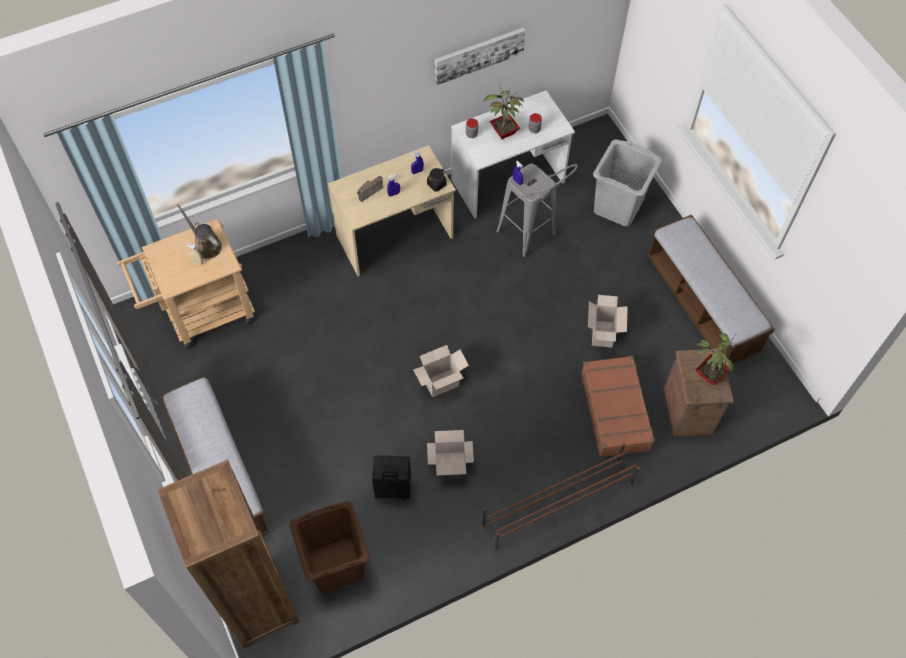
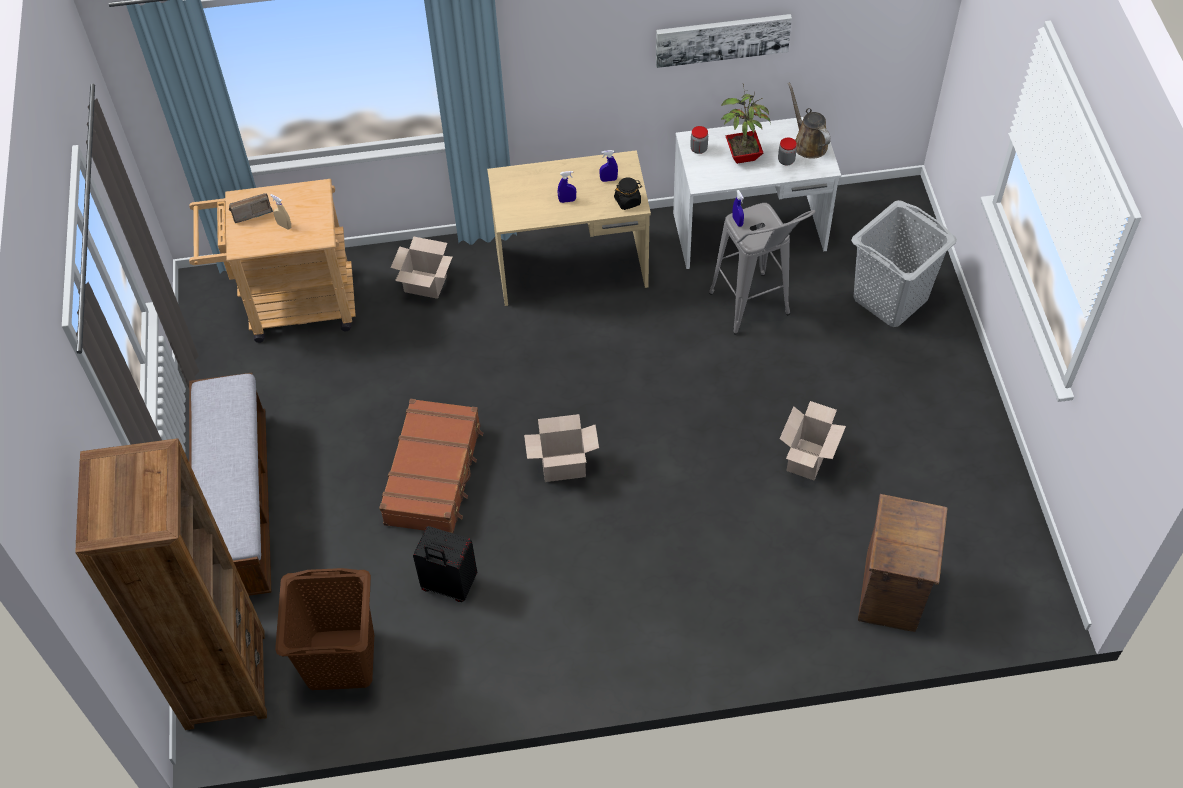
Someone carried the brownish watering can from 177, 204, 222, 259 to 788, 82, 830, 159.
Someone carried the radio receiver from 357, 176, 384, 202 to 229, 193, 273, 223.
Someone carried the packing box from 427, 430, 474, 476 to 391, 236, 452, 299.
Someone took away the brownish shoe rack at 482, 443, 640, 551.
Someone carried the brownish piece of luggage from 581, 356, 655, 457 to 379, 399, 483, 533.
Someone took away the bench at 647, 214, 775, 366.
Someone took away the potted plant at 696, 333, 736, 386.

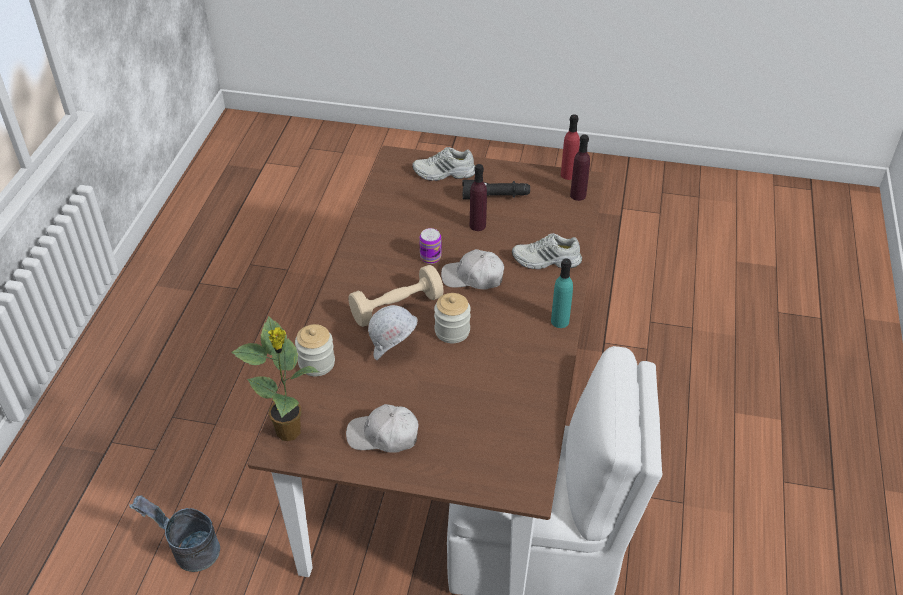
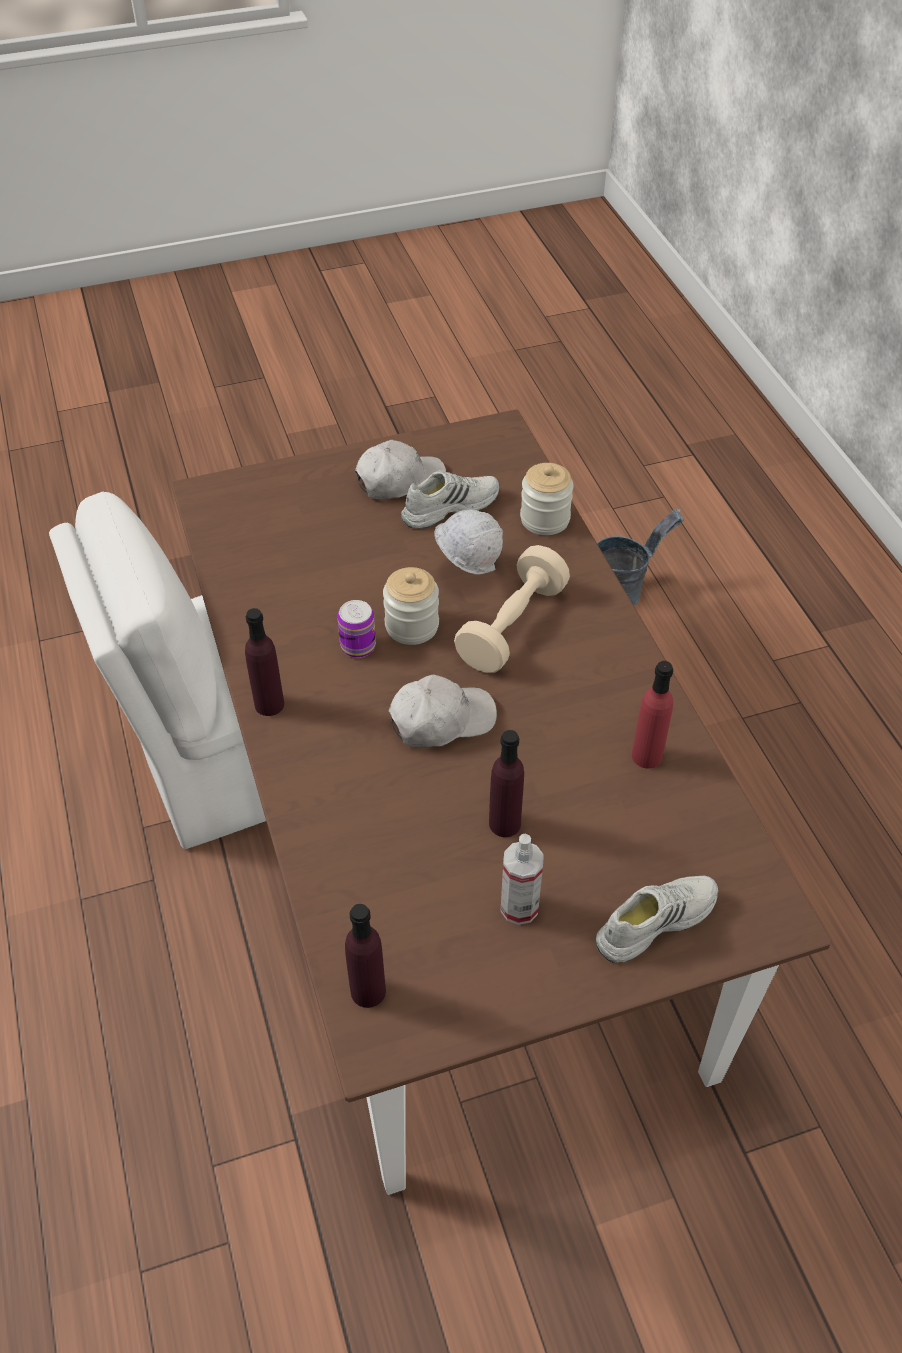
Someone took away the potted plant at 231, 316, 319, 441.
Someone carried the can from 419, 228, 442, 264 to 337, 600, 376, 658.
Someone swapped the black-coloured torch at 462, 180, 530, 199 for the spray bottle at 500, 833, 544, 925.
Someone carried the white-coloured low shoe from 512, 233, 582, 269 to 401, 471, 499, 529.
Someone repainted the turquoise beverage bottle at 551, 258, 573, 328, which became the purple-coloured beverage bottle at 245, 608, 284, 716.
Someone carried the red beverage bottle from 561, 114, 580, 180 to 632, 661, 673, 769.

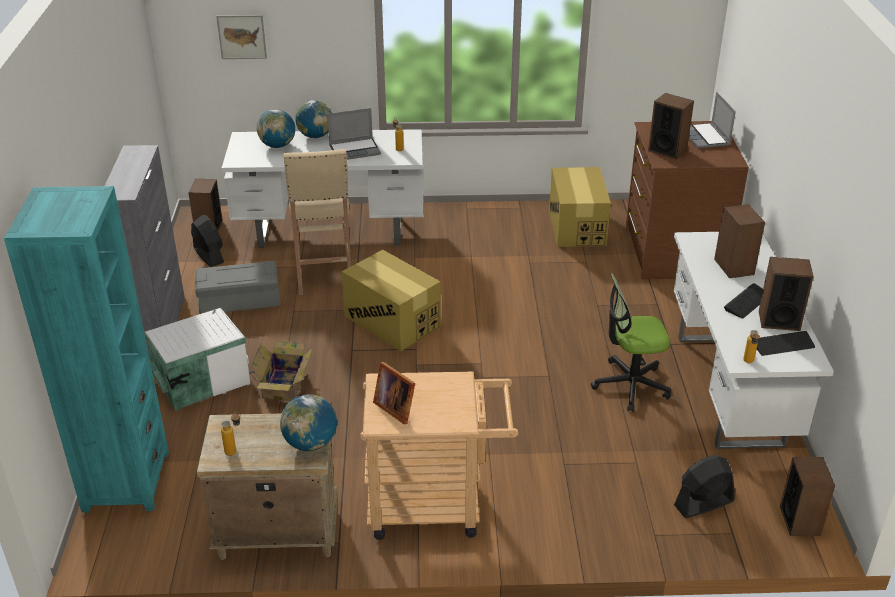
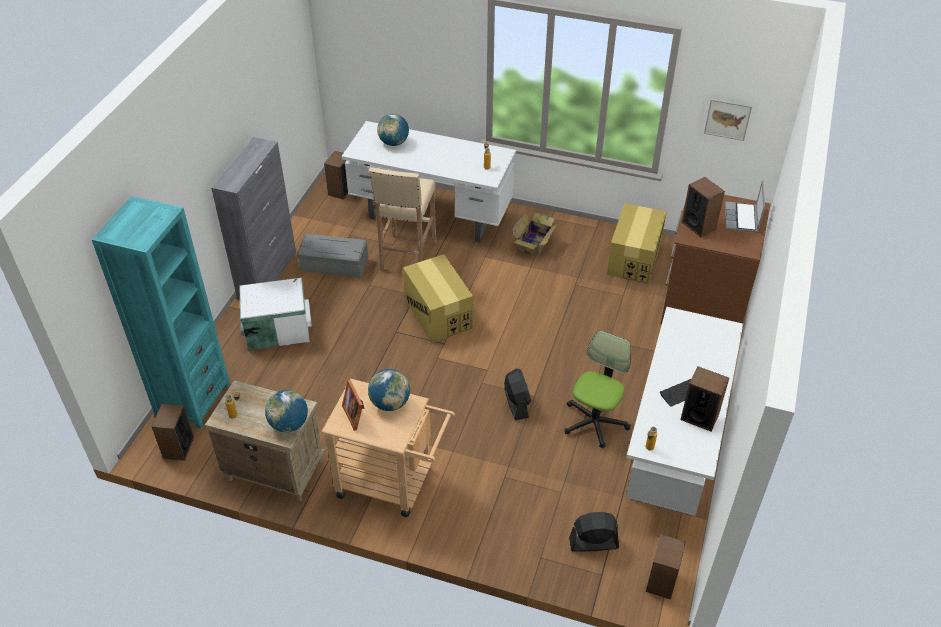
Someone carried the black-coloured electric fan from 191, 215, 224, 267 to 504, 368, 531, 420.
Someone carried the picture from 216, 15, 267, 59 to 704, 99, 752, 141.
Someone carried the packing box from 250, 341, 313, 401 to 512, 212, 559, 257.
Someone carried the world globe from 295, 100, 332, 138 to 368, 369, 410, 411.
Someone took away the notebook computer at 327, 108, 381, 160.
Someone rotated the computer chair at 591, 273, 671, 412 by 105 degrees clockwise.
Someone carried the speaker from 714, 204, 765, 278 to 151, 404, 194, 461.
Someone took away the keyboard at 757, 331, 815, 356.

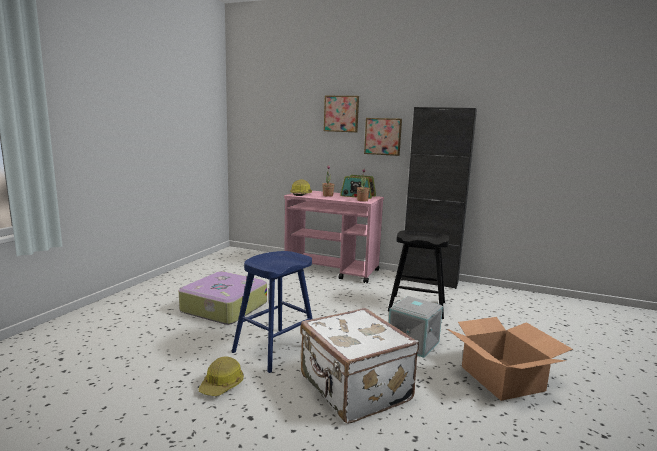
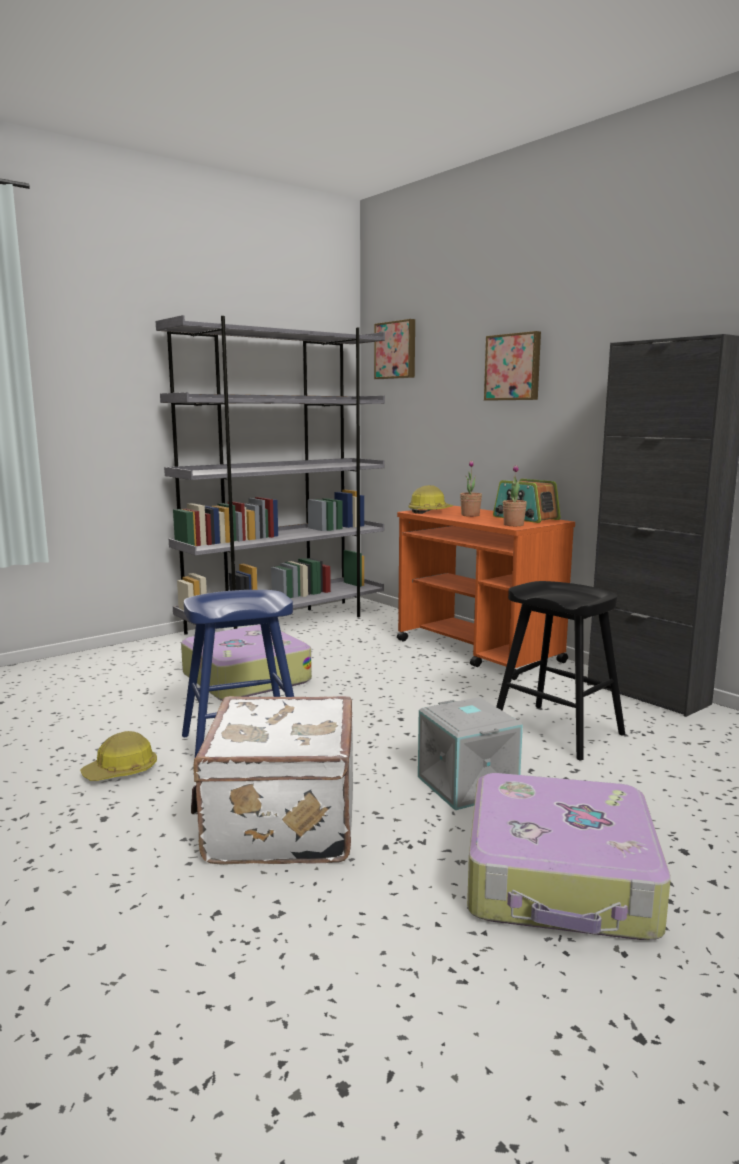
Someone repainted the pink wheeled cart at 284, 191, 384, 283, which became the orangey wheeled cart at 397, 506, 575, 680.
Someone carried the picture from 364, 118, 402, 156 to 374, 319, 415, 379.
Someone swapped the packing box at 447, 317, 573, 401 for the piece of luggage at 467, 773, 671, 940.
Someone put down the gray bookcase at 156, 315, 385, 635.

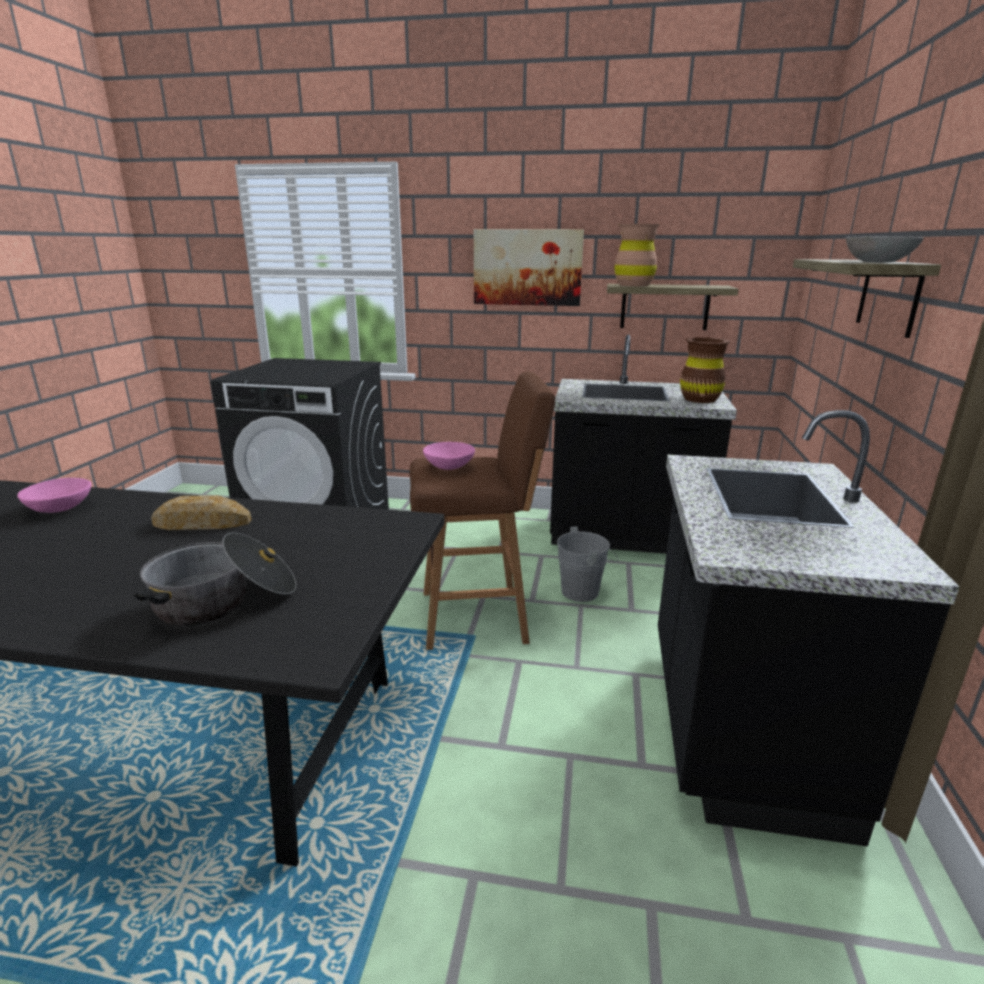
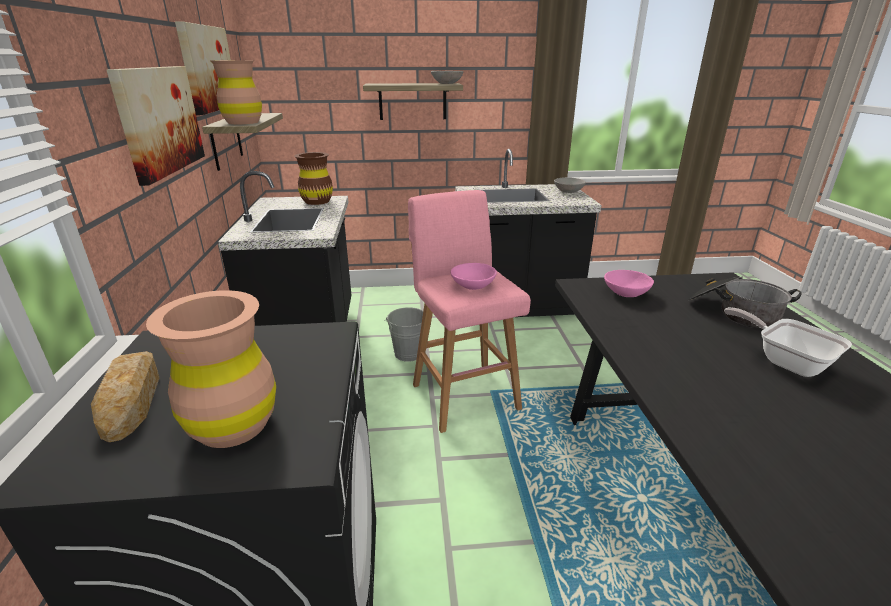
Someone carried the pink serving bowl from 17, 478, 92, 513 to 604, 270, 654, 297.
Someone carried the baked bread from 151, 495, 251, 530 to 91, 351, 159, 442.
Someone repainted the brownish sitting stool at 410, 372, 555, 650, which became the pink sitting stool at 408, 190, 531, 433.
Someone put down the brownish decorative vase at 146, 290, 276, 448.
Someone put up the picture at 175, 21, 231, 115.
Someone put down the gray serving bowl at 554, 177, 586, 193.
Someone put down the skillet at 724, 307, 852, 377.

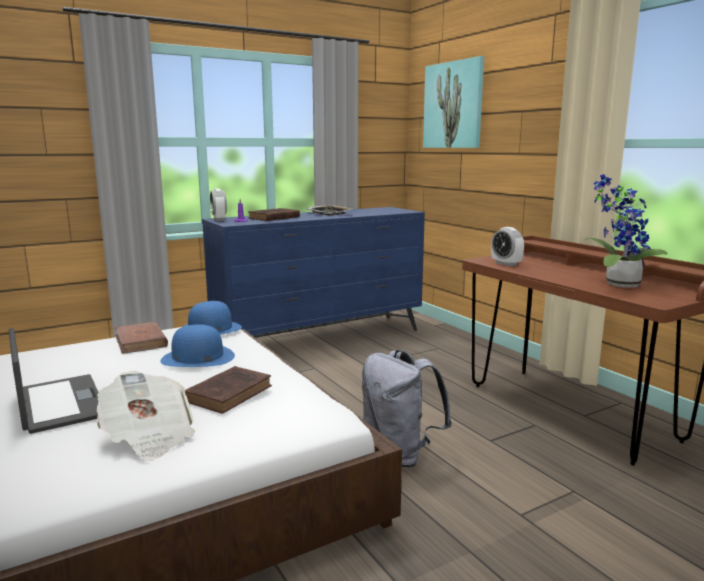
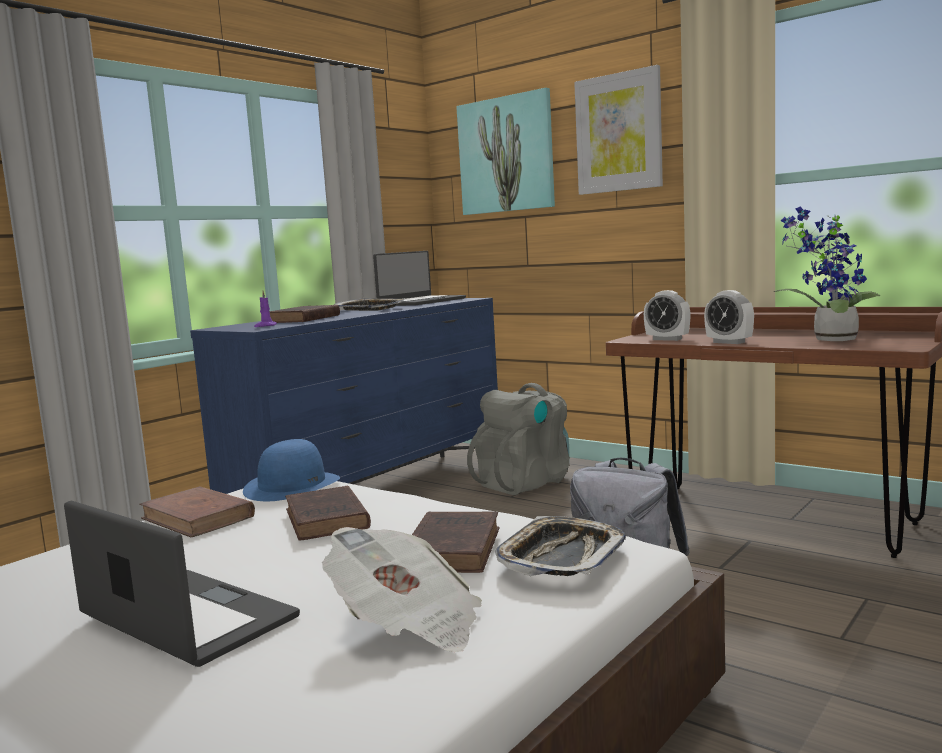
Someone swapped the blue-coloured wearable hat at 160, 325, 235, 367 for the brownish bound book at 285, 486, 371, 541.
Someone carried the alarm clock from 210, 188, 227, 221 to 704, 290, 754, 344.
Someone put down the notebook computer at 373, 251, 466, 306.
Someone put down the gray rucksack at 467, 383, 569, 495.
Someone put down the carrying tray at 495, 516, 626, 576.
Someone put up the picture at 574, 65, 663, 195.

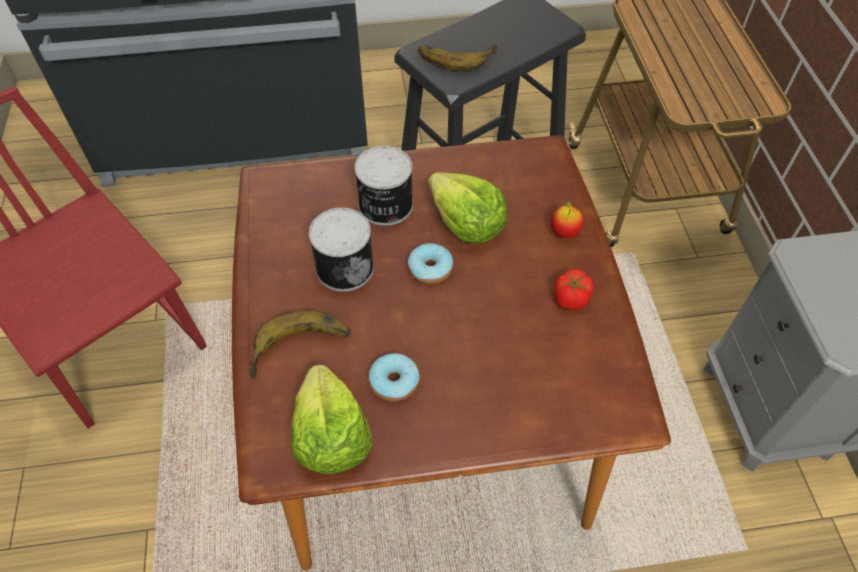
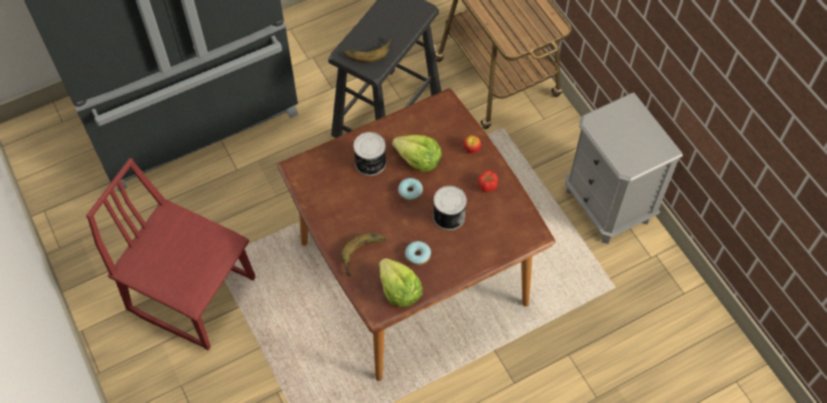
Someone carried the can from 309, 208, 374, 292 to 433, 186, 467, 230.

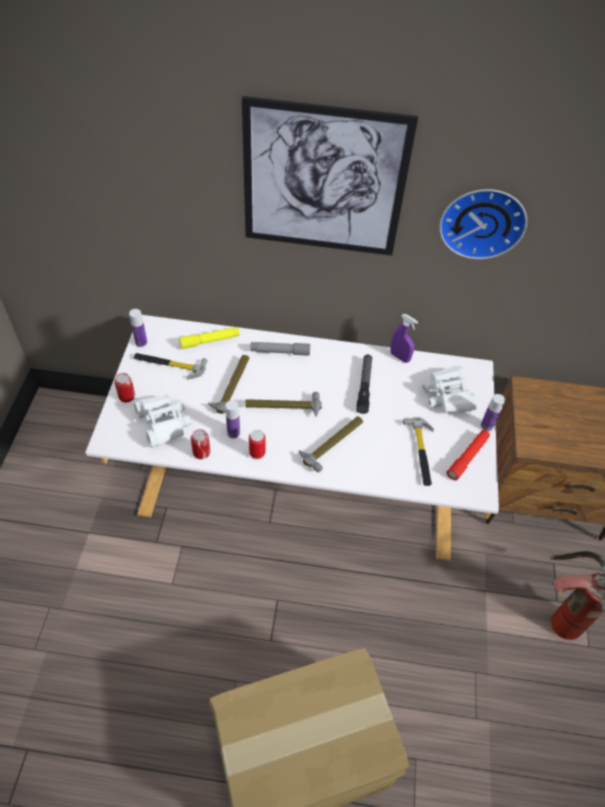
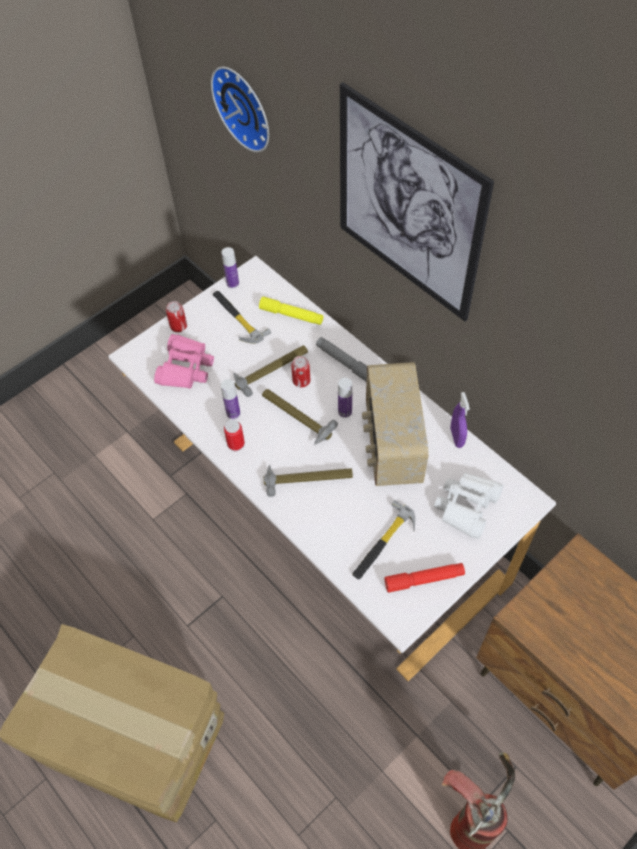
Someone repainted the white-coloured field glasses at 134, 395, 191, 448, which became the pink field glasses at 154, 334, 214, 389.
Someone carried the can from 191, 429, 210, 459 to 291, 356, 310, 387.
Someone swapped the torch at 356, 355, 372, 414 for the radio receiver at 362, 362, 429, 486.
Someone carried the hanging clock from 439, 189, 527, 259 to 211, 67, 269, 152.
Someone carried the beverage bottle from 481, 394, 505, 432 to 338, 378, 352, 418.

